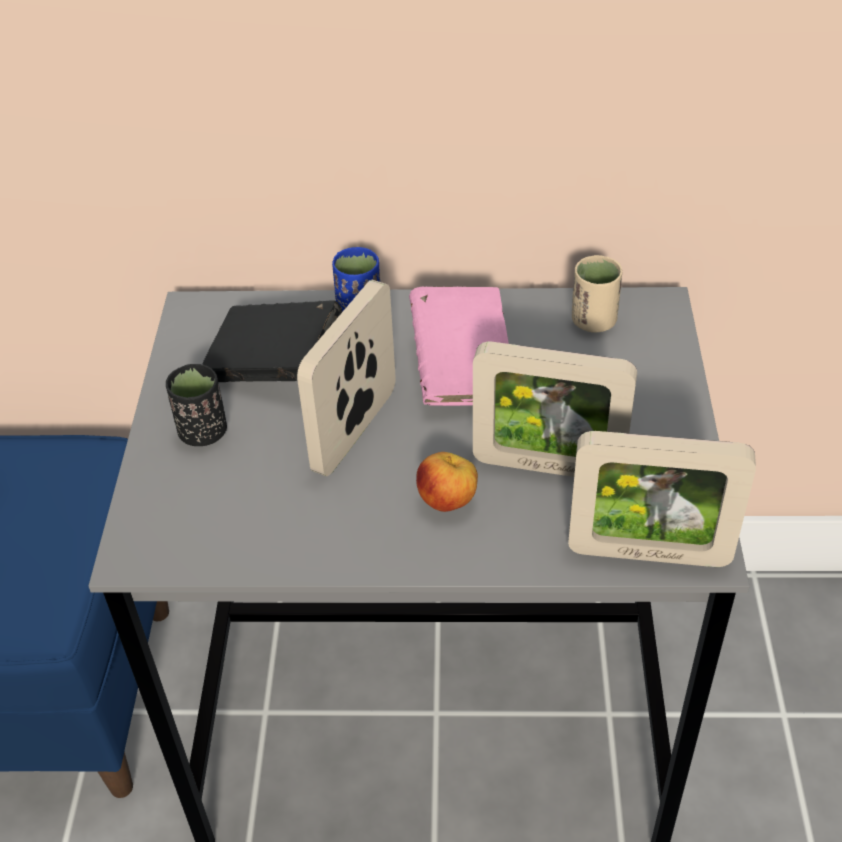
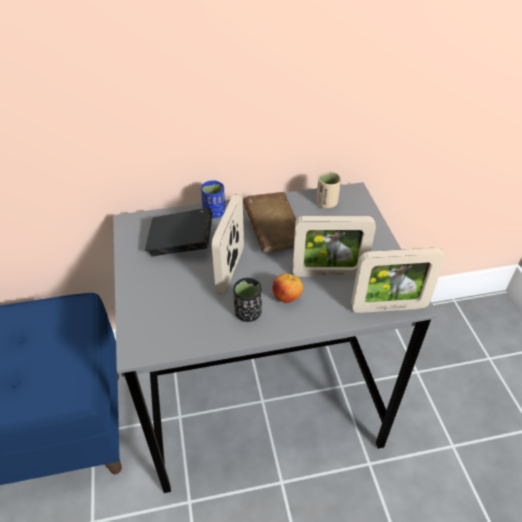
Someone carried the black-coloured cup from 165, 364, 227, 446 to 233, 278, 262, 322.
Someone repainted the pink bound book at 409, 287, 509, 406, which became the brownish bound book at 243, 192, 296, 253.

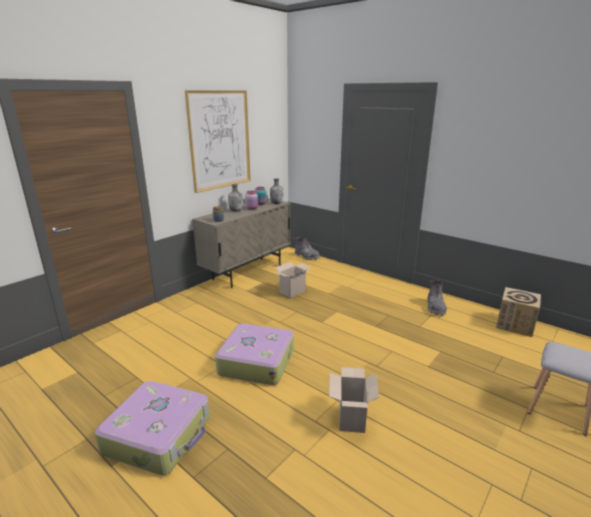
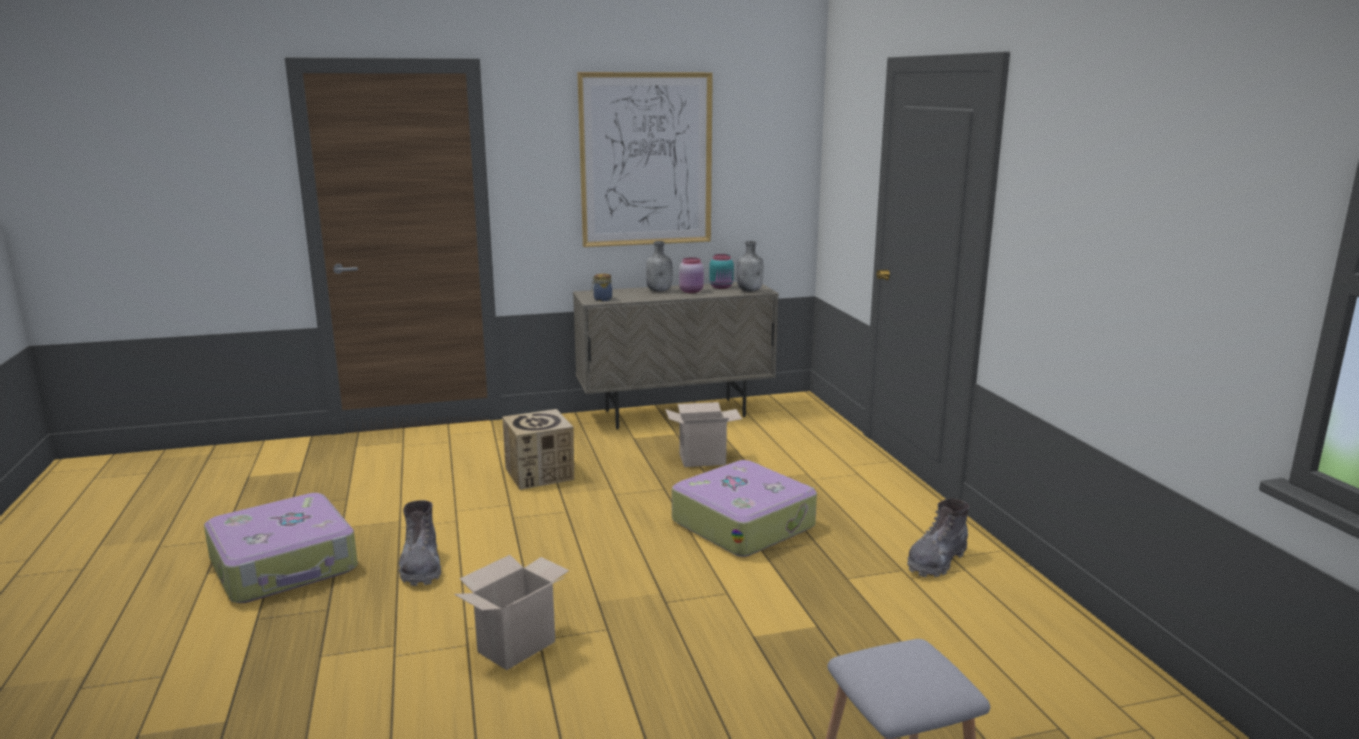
Someone carried the piece of luggage from 215, 323, 294, 385 to 672, 460, 817, 557.
Someone carried the gray high-top boot from 295, 237, 320, 260 to 399, 500, 441, 586.
Someone carried the packing box from 496, 287, 541, 337 to 502, 409, 574, 490.

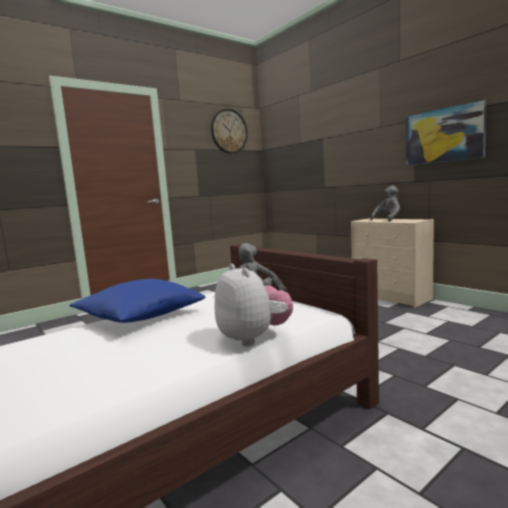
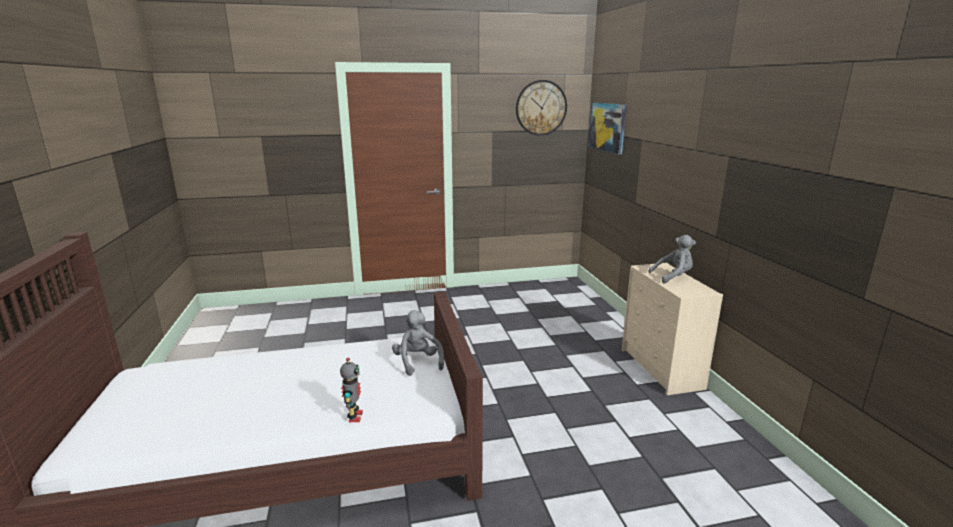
Someone took away the blue-coloured throw pillow at 69, 279, 205, 323.
Someone swapped the cuddly toy at 215, 264, 293, 346 for the toy robot at 340, 358, 363, 422.
Someone carried the picture from 406, 100, 487, 166 to 588, 102, 627, 154.

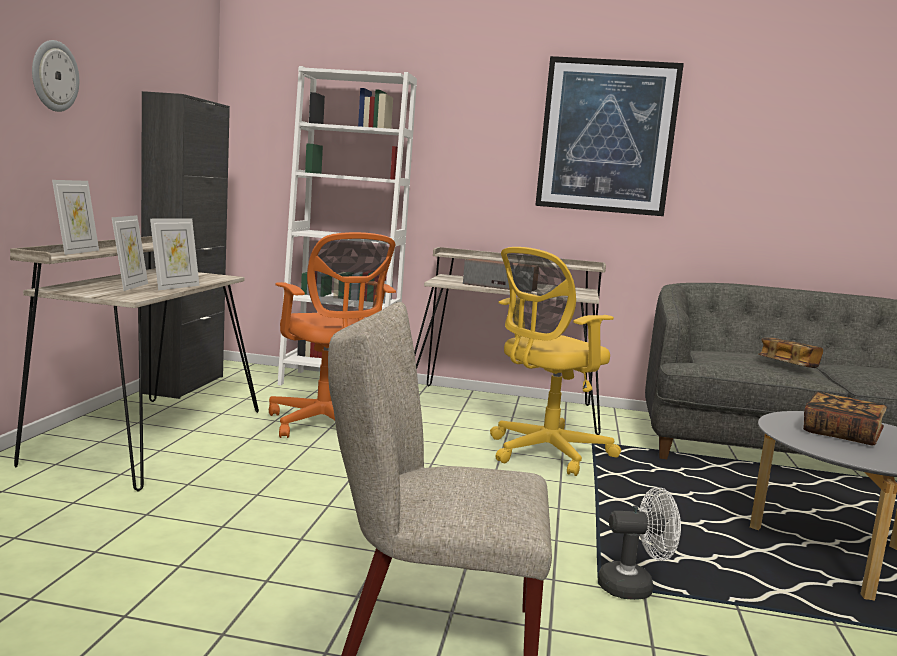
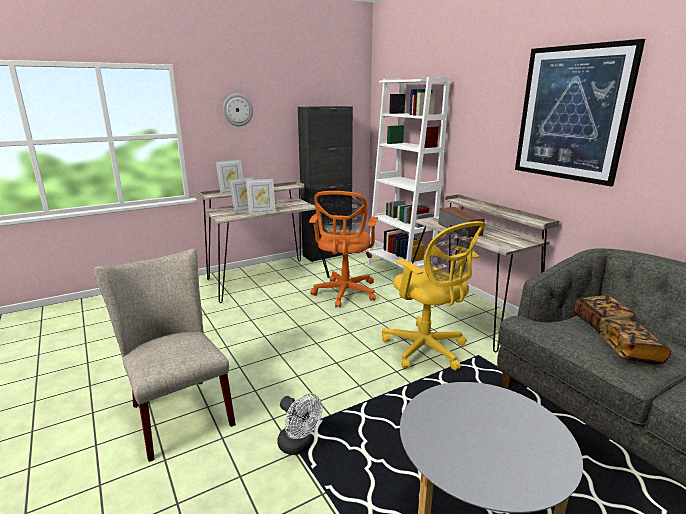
Someone rotated the yellowish computer chair at 490, 247, 621, 476 by 135 degrees counterclockwise.
Someone carried the bound book from 803, 392, 887, 445 to 574, 295, 636, 333.

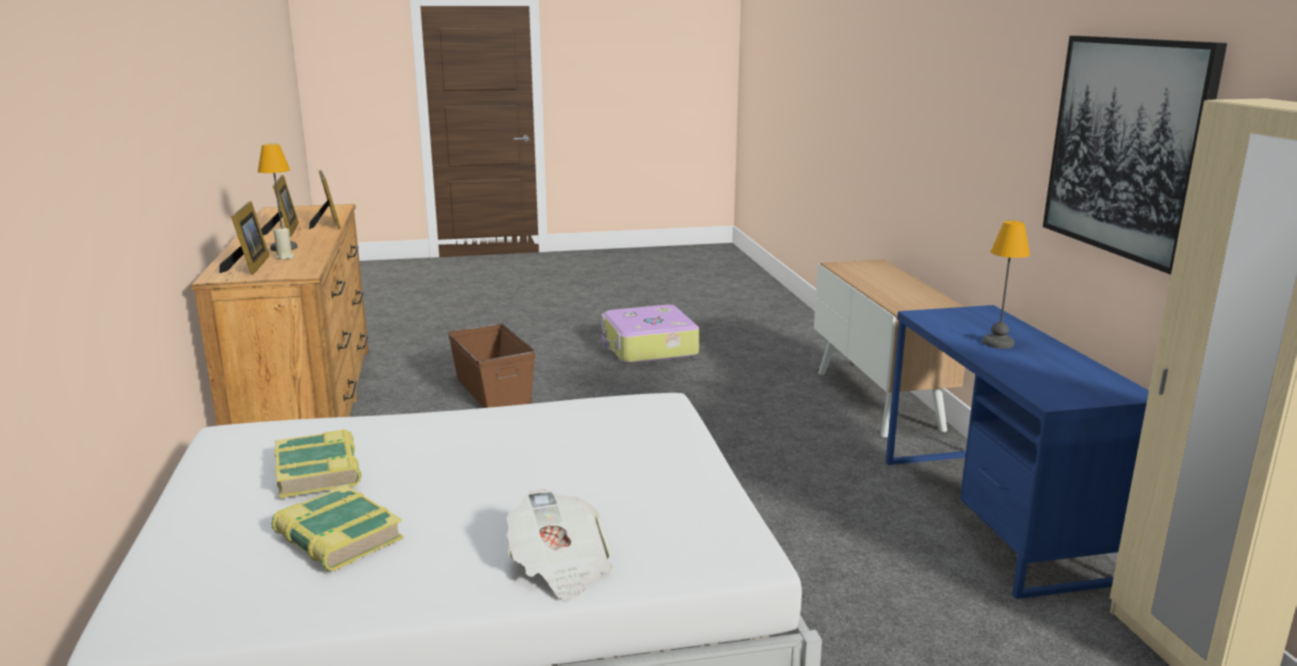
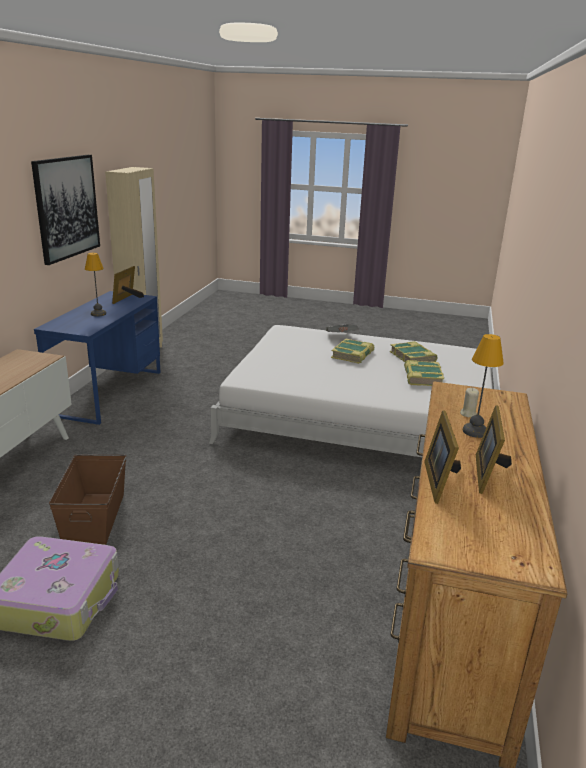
Someone carried the photo frame from 219, 201, 269, 275 to 112, 266, 144, 304.
Someone carried the brownish storage bin from 448, 323, 536, 408 to 49, 454, 126, 545.
Someone put down the bound book at 331, 339, 375, 364.

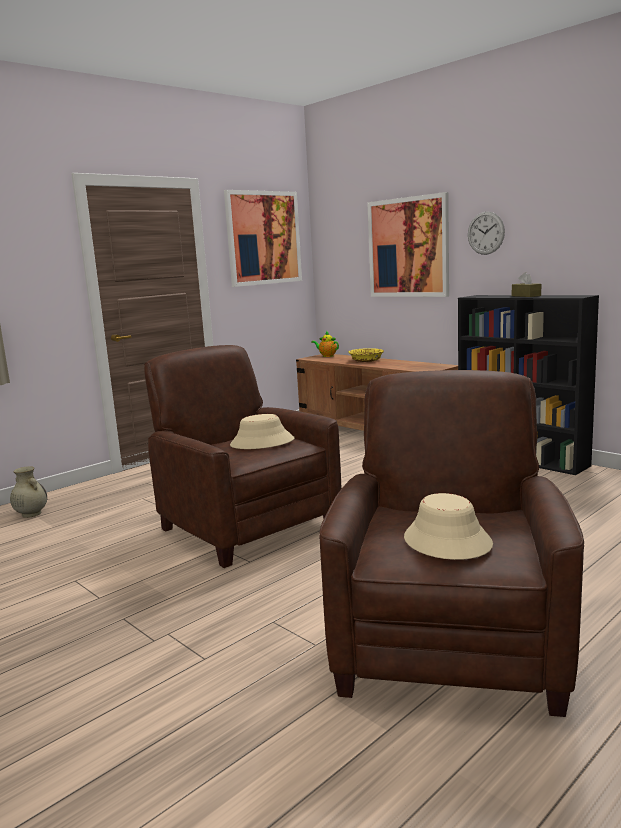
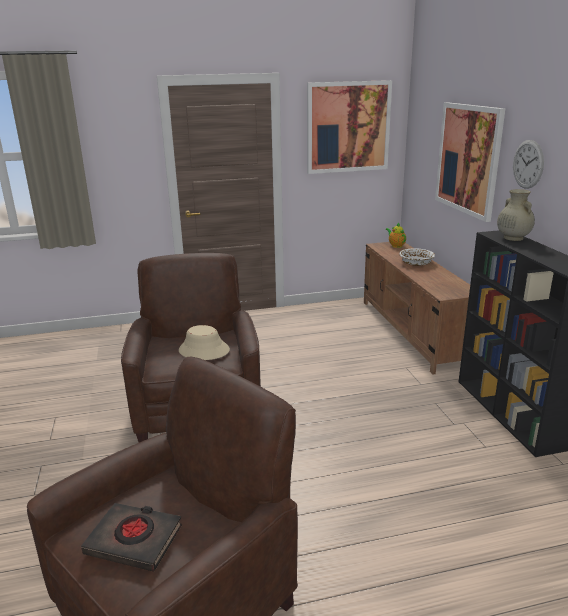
Someone carried the beige decorative vase from 10, 466, 47, 518 to 497, 189, 535, 241.
Someone repainted the yellowish serving bowl at 348, 348, 384, 362, which became the white-coloured serving bowl at 399, 248, 435, 266.
Someone swapped the beige wearable hat at 404, 493, 493, 560 for the black-coloured bound book at 81, 503, 182, 571.
Someone took away the brownish tissue holder at 512, 272, 541, 297.

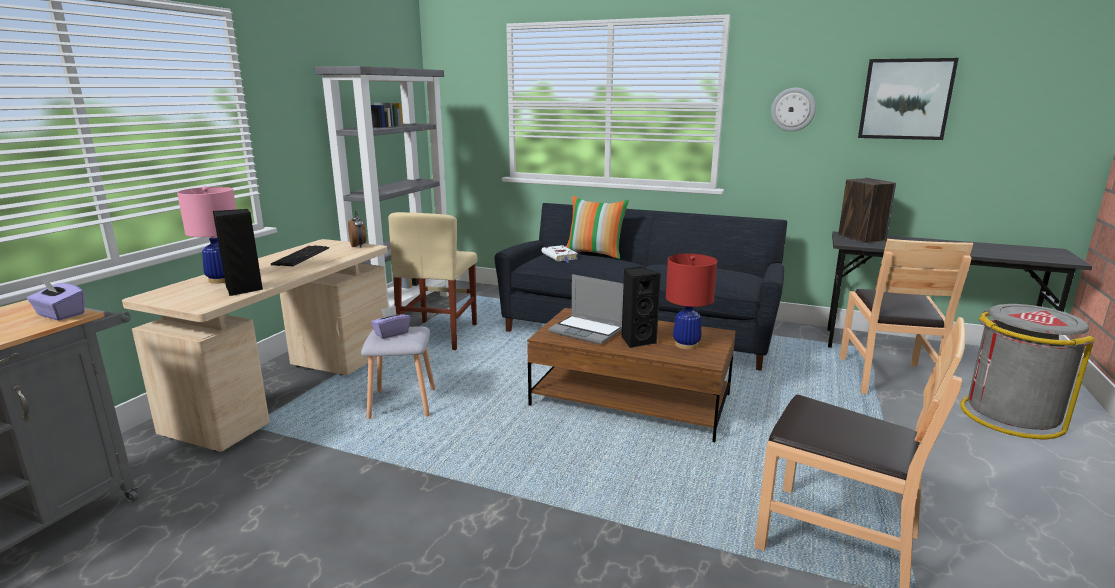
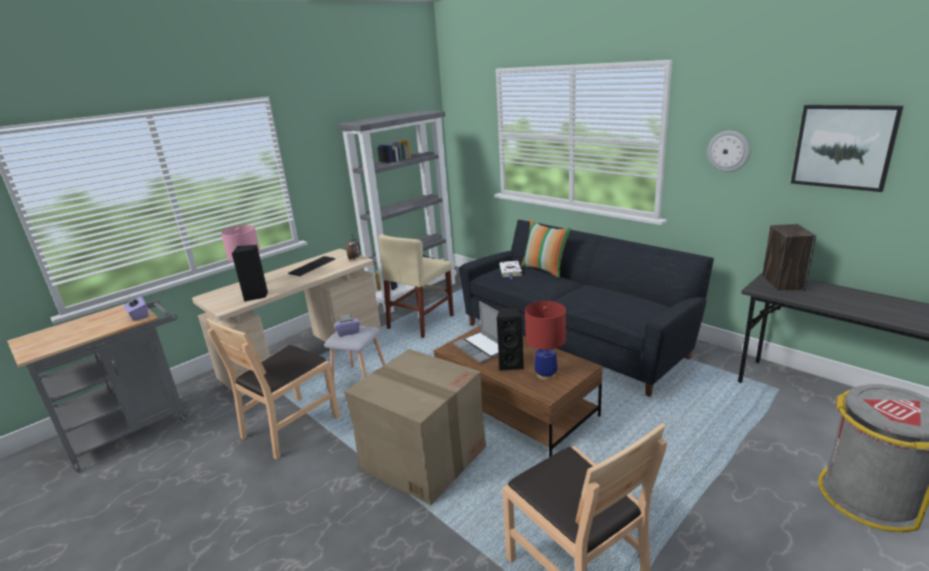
Someone carried the brownish upright chair from 839, 239, 973, 394 to 206, 318, 340, 460.
Someone put down the packing box at 344, 349, 486, 505.

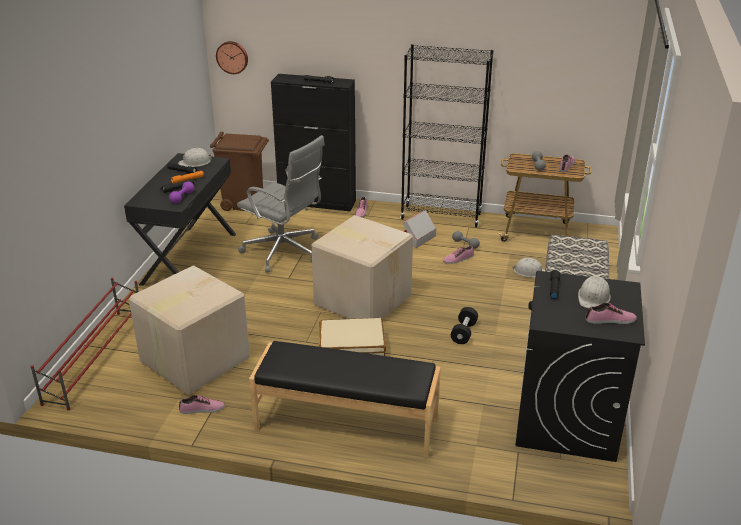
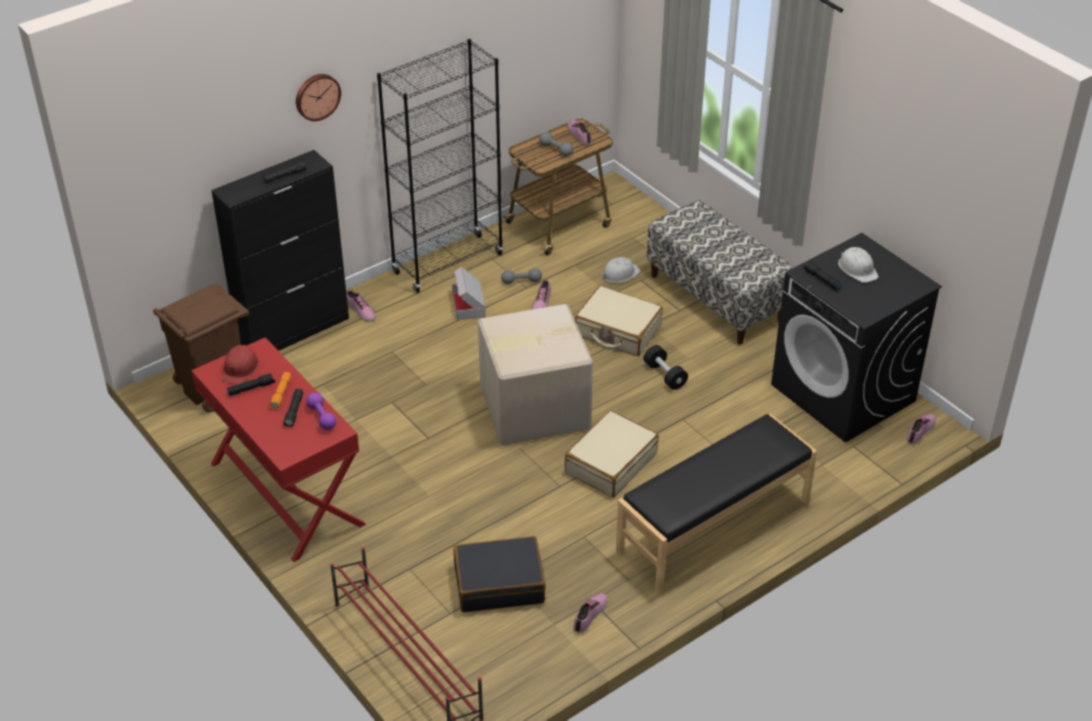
Someone repainted the black-coloured desk at 124, 153, 236, 286, which became the red desk at 191, 337, 366, 562.
Someone swapped the packing box at 129, 265, 250, 395 for the black-coloured piece of luggage at 453, 536, 546, 612.
Someone repainted the white-coloured safety helmet at 178, 148, 212, 167, which became the red safety helmet at 222, 345, 259, 384.
Someone carried the hanging clock from 216, 41, 248, 74 to 296, 74, 341, 121.
Someone took away the gray computer chair at 237, 135, 325, 273.
Someone carried the low shoe from 585, 303, 637, 324 to 907, 414, 936, 444.
Someone put down the beige piece of luggage at 575, 286, 663, 356.

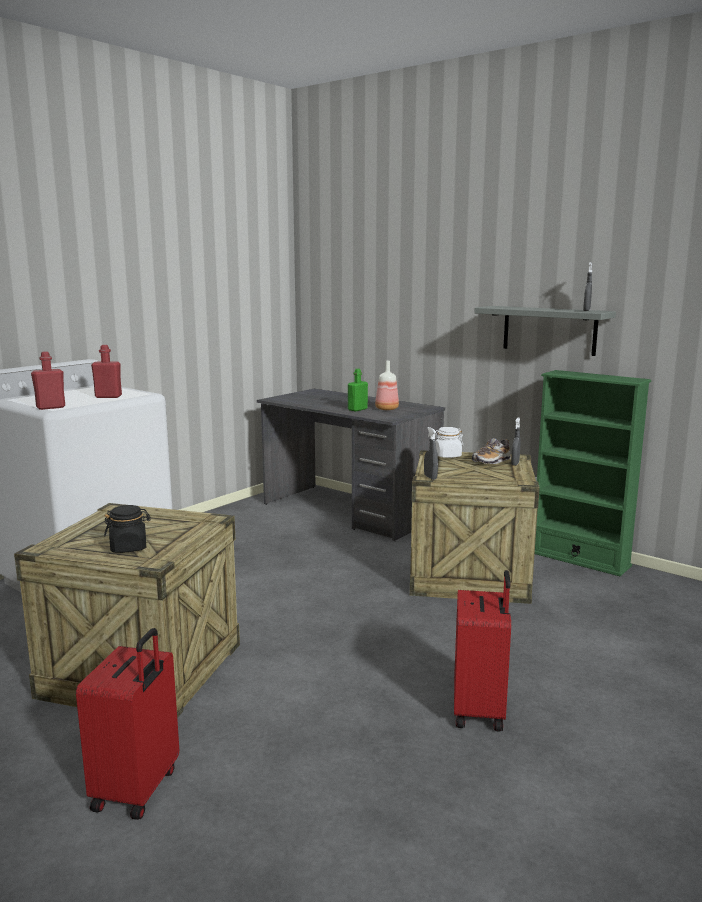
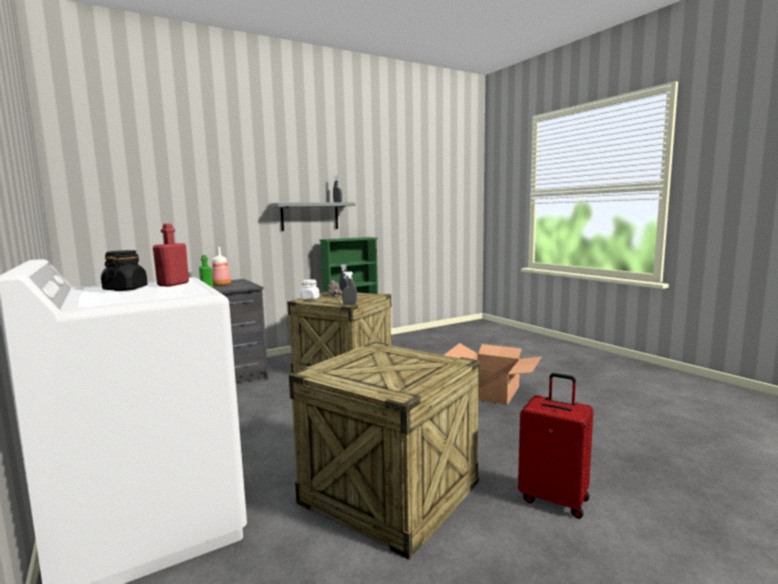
Someone took away the red beverage bottle at 31, 351, 65, 410.
Someone carried the black-coloured storage jar from 104, 505, 151, 553 to 101, 250, 148, 291.
Someone swapped the red piece of luggage at 454, 570, 511, 732 for the packing box at 444, 343, 541, 405.

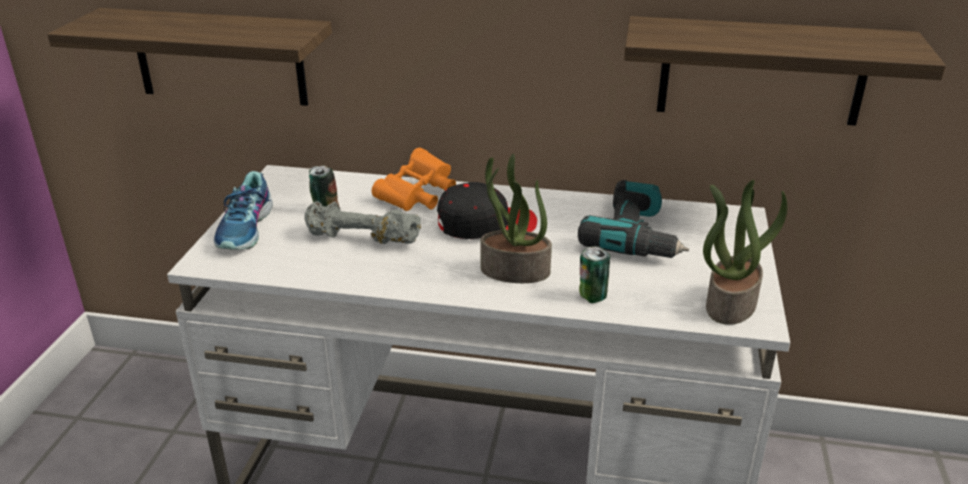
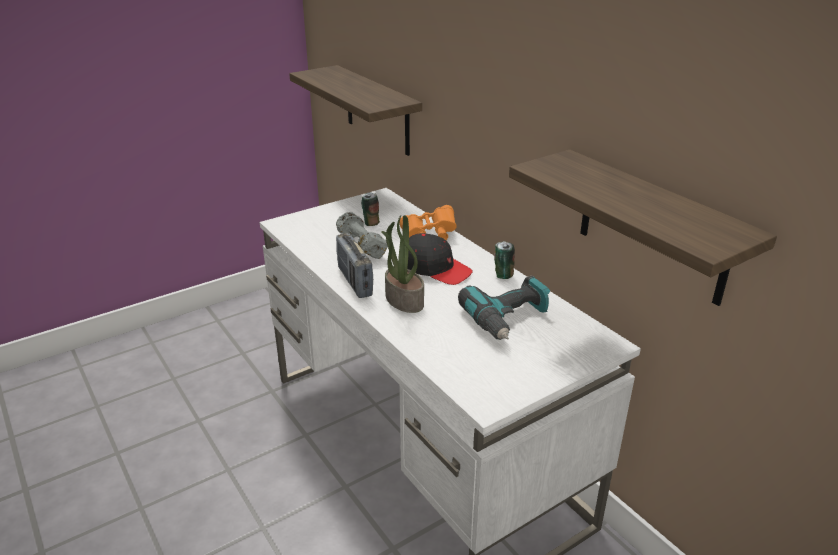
Someone took away the low shoe at 214, 171, 273, 250.
Someone carried the can from 579, 246, 611, 303 to 494, 241, 515, 279.
Someone took away the potted plant at 703, 180, 787, 325.
Someone put down the radio receiver at 336, 233, 373, 298.

